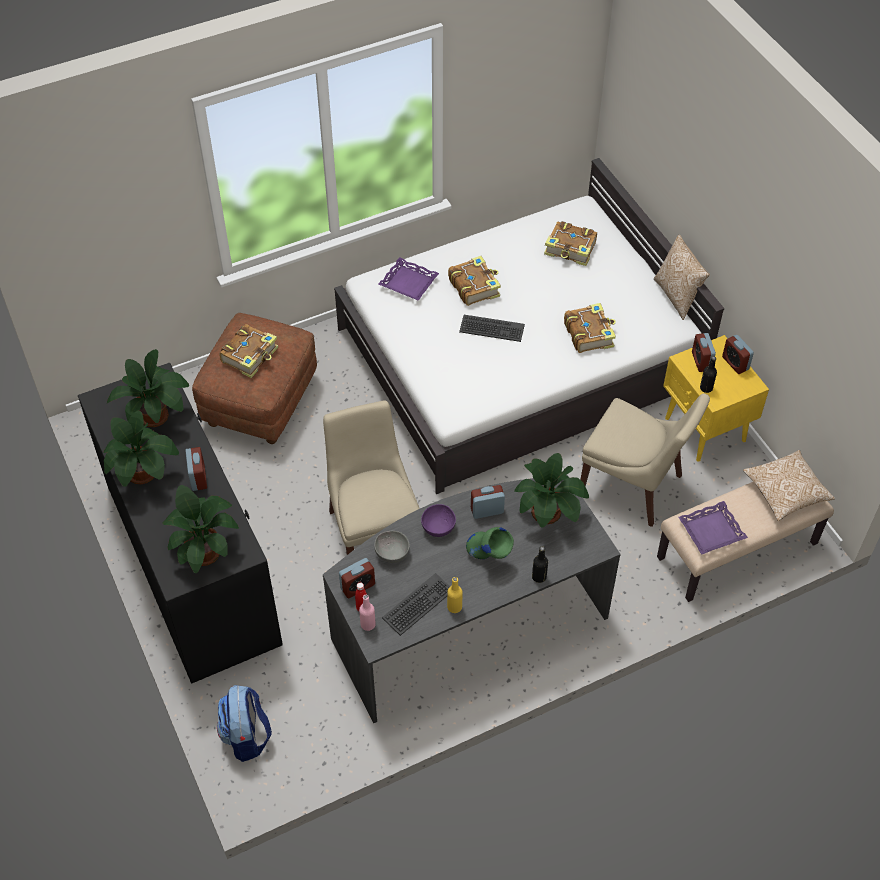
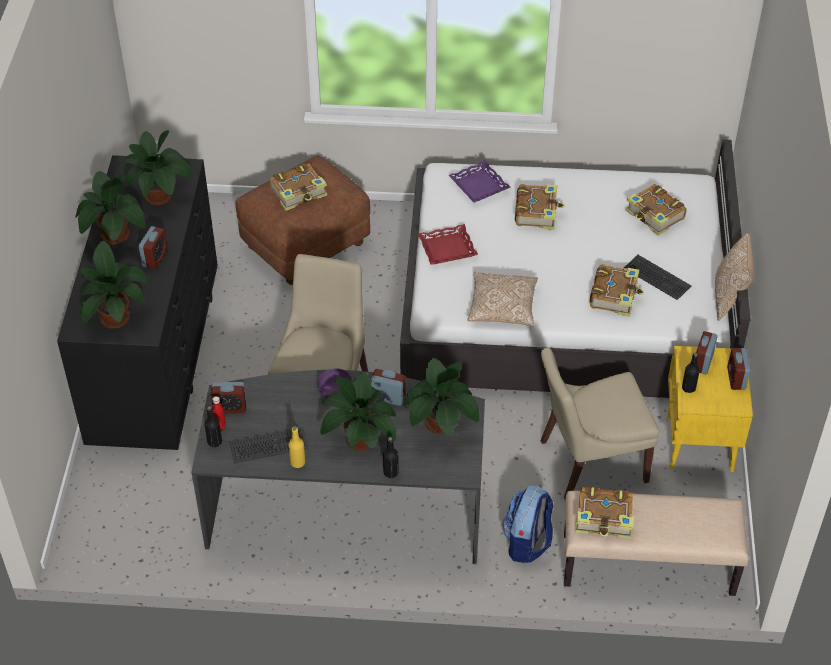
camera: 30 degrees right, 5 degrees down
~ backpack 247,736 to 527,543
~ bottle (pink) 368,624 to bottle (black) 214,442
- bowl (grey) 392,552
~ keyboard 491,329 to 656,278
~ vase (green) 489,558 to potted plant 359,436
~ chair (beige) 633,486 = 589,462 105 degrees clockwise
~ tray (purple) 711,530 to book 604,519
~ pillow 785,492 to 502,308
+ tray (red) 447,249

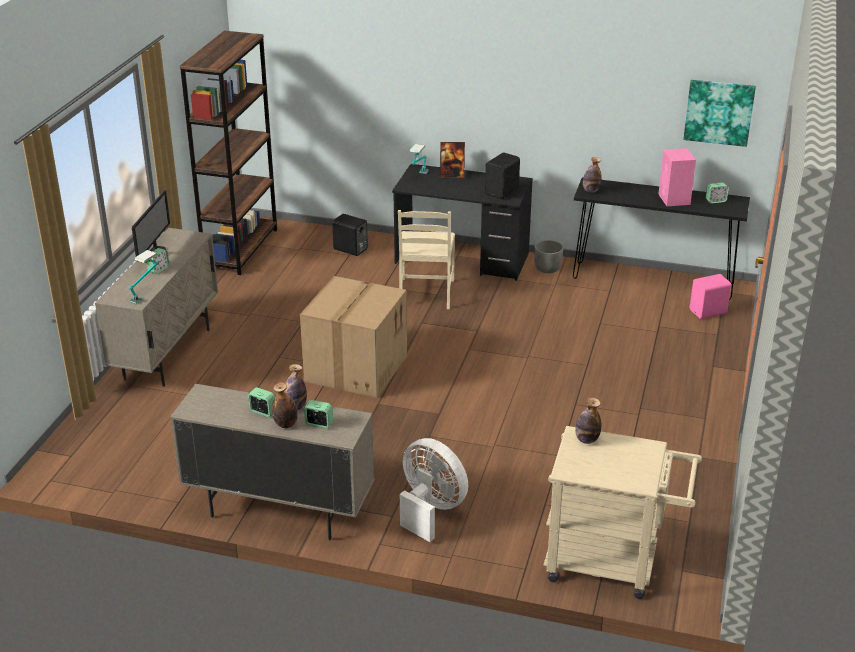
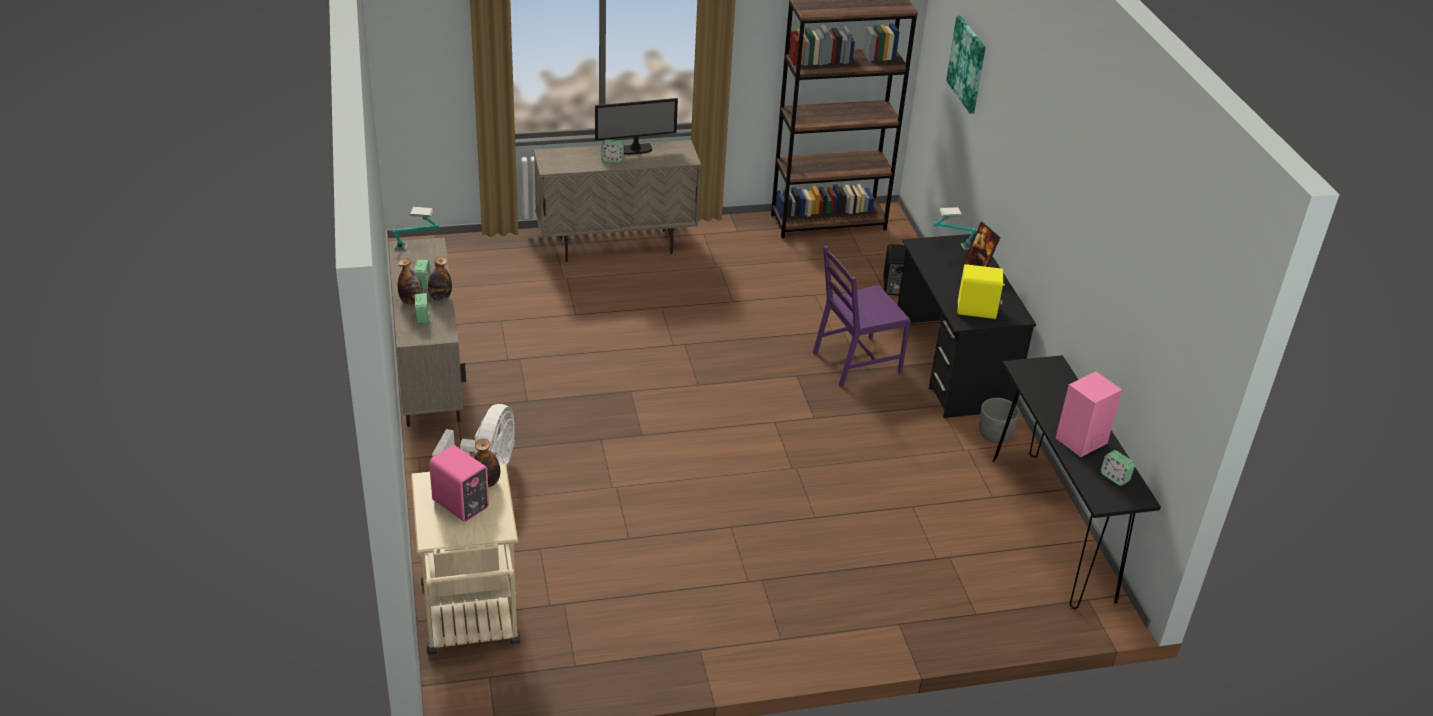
camera: 60 degrees right, 5 degrees up
~ table lamp 146,294 to 417,248
- cardboard box 355,367
~ chair (beige) 426,294 to chair (purple) 856,362
~ speaker (black) 503,192 to speaker (yellow) 977,311
- bottle 591,191
~ picture 719,112 to 968,64
~ speaker (pink) 709,312 to 460,505

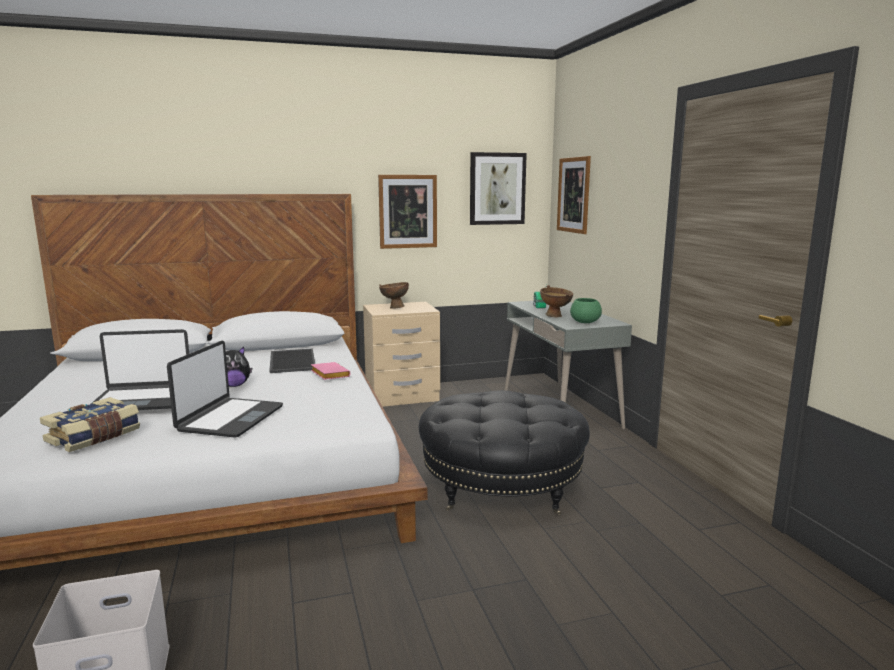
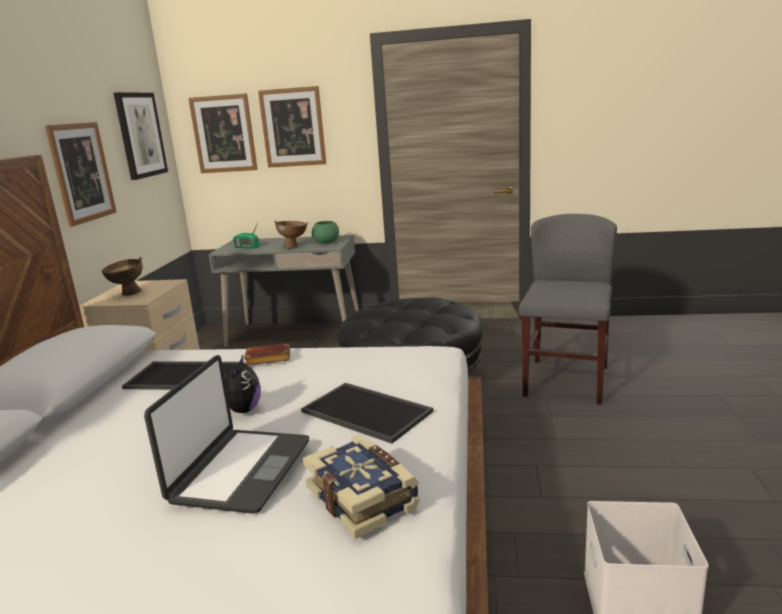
camera: 65 degrees left, 5 degrees up
~ laptop 230,419 to tray 364,412
~ book (pink) 328,374 to book (brown) 267,359
+ picture 293,127
+ chair (grey) 566,381

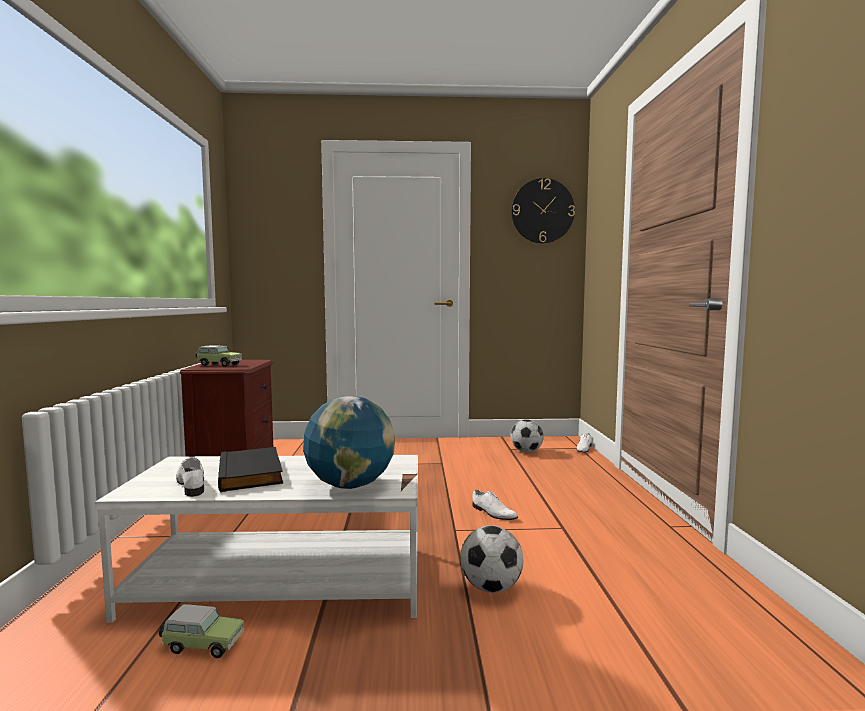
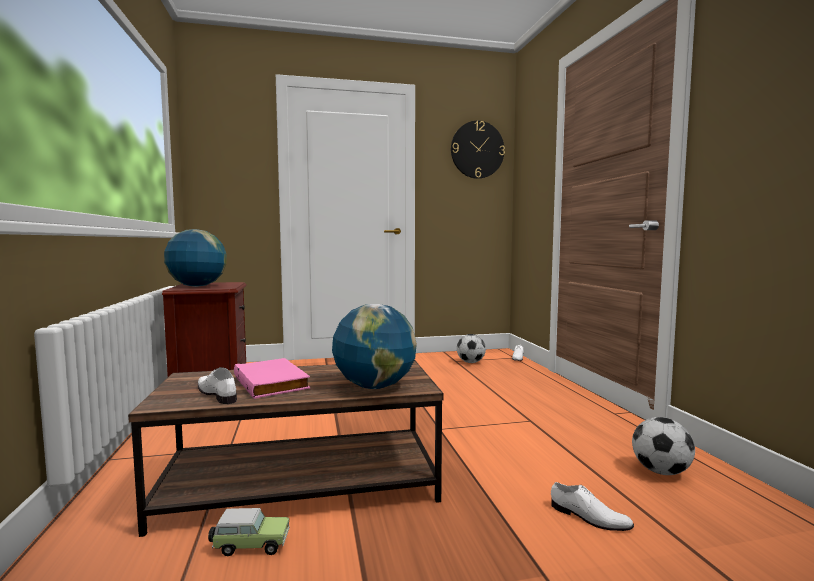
camera: 10 degrees left, 0 degrees up
~ coffee table (white) 283,580 to coffee table (brown) 302,483
~ toy car 218,365 to globe 197,286
~ book (black) 252,473 to book (pink) 273,382
~ football 491,587 to 661,471
~ shoe (white) 493,513 to 589,517

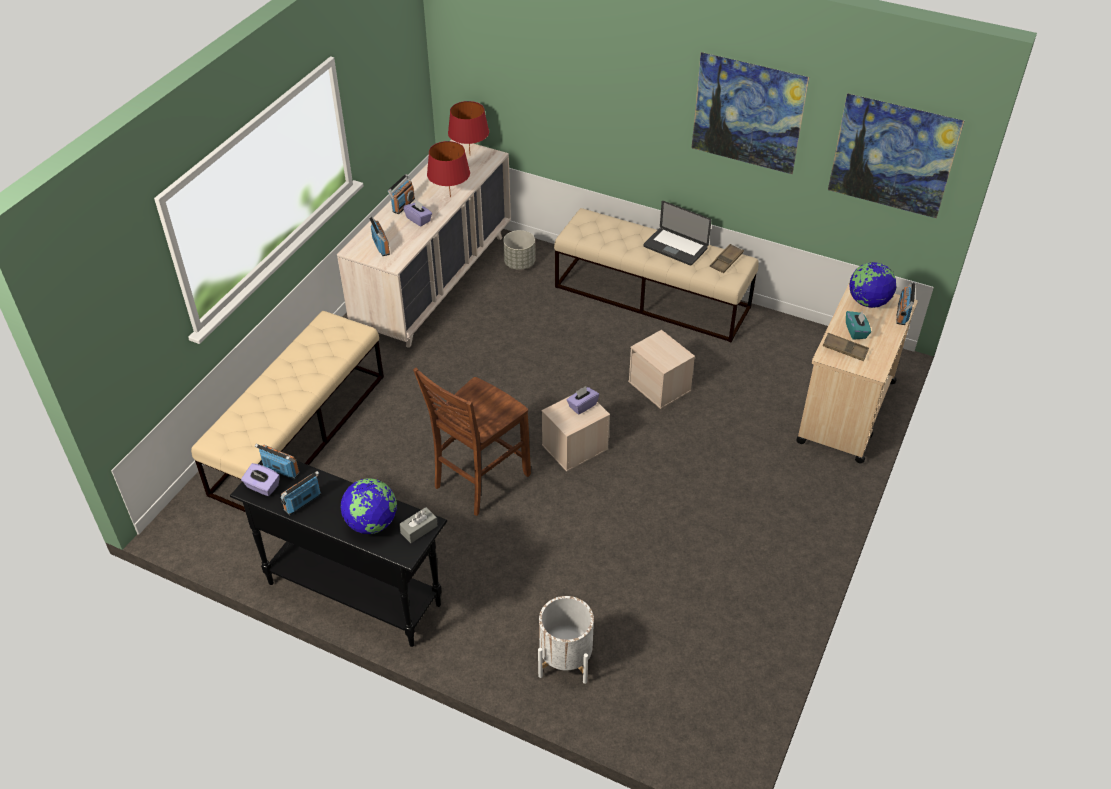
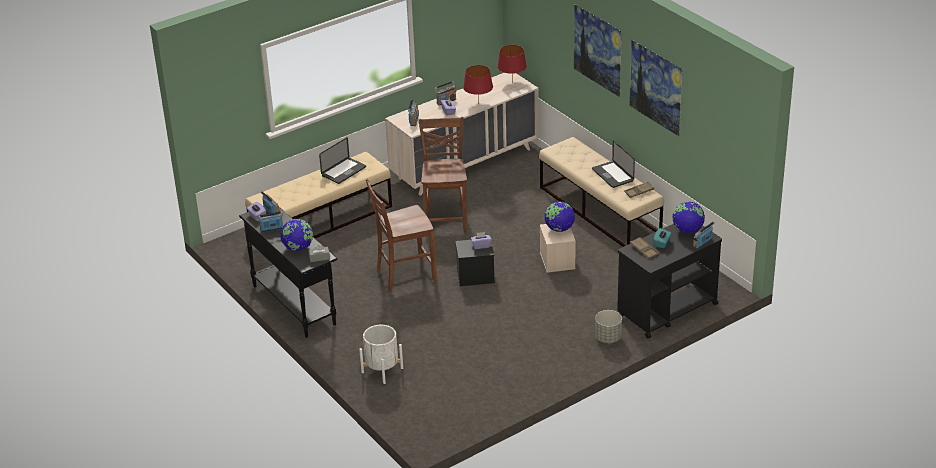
camera: 30 degrees right, 10 degrees down
~ planter (grey) 519,263 to 608,338
~ storage box (beige) 574,448 to storage box (black) 475,276
~ cart (beige) 845,412 to cart (black) 666,310
~ picture 886,180 to 596,66
+ laptop 344,171
+ chair (brown) 446,219
+ globe 559,229

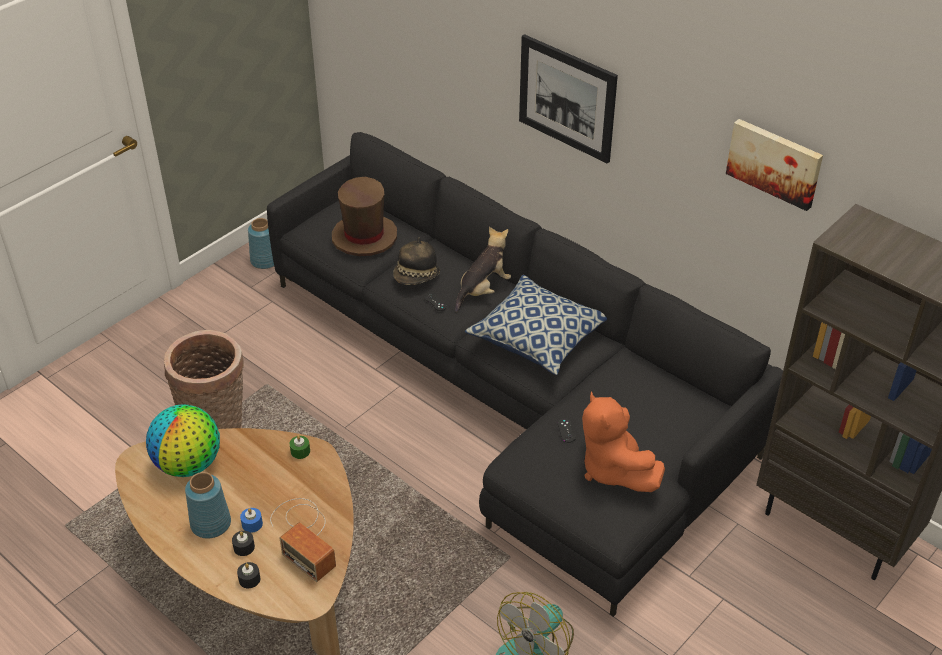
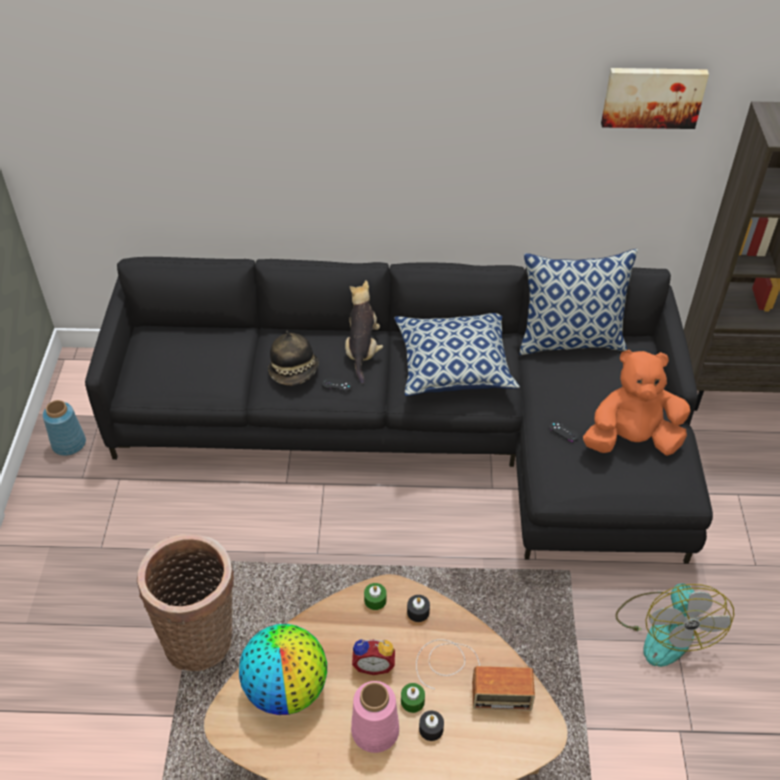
camera: 40 degrees left, 5 degrees up
~ vase (blue) 210,524 to vase (pink) 375,731
~ candle (black) 249,579 to 418,612
~ candle (blue) 252,524 to candle (green) 412,701
- hat (brown) 364,237
- picture 567,98
~ plush toy (orange) 613,469 = 631,440 150 degrees clockwise
+ alarm clock 374,664
+ pillow 570,340

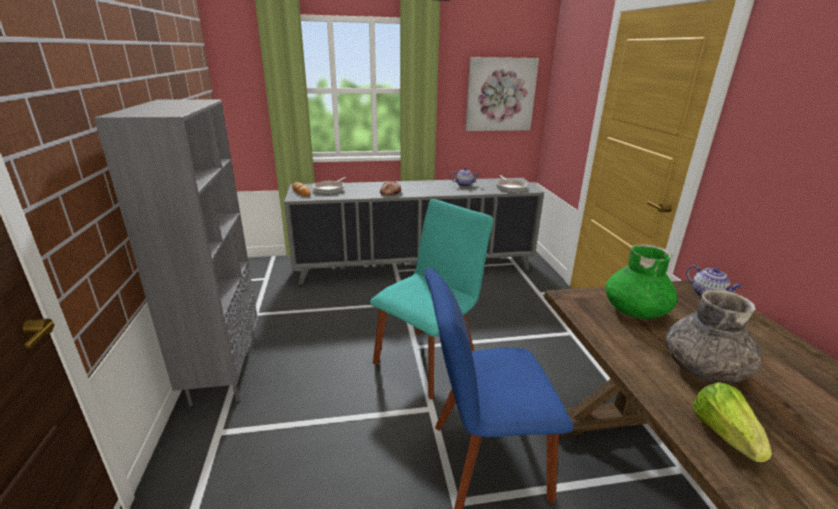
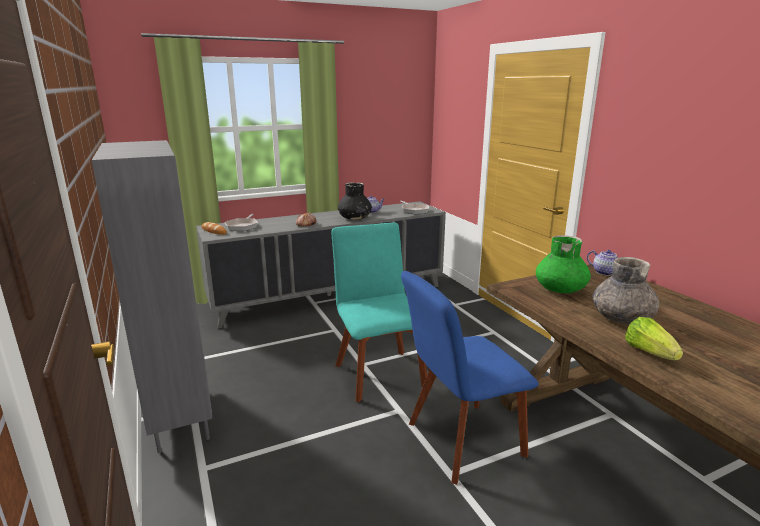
camera: 15 degrees left, 5 degrees down
~ chair (turquoise) 428,359 = 379,372 45 degrees counterclockwise
- picture 500,94
+ vase (black) 354,218

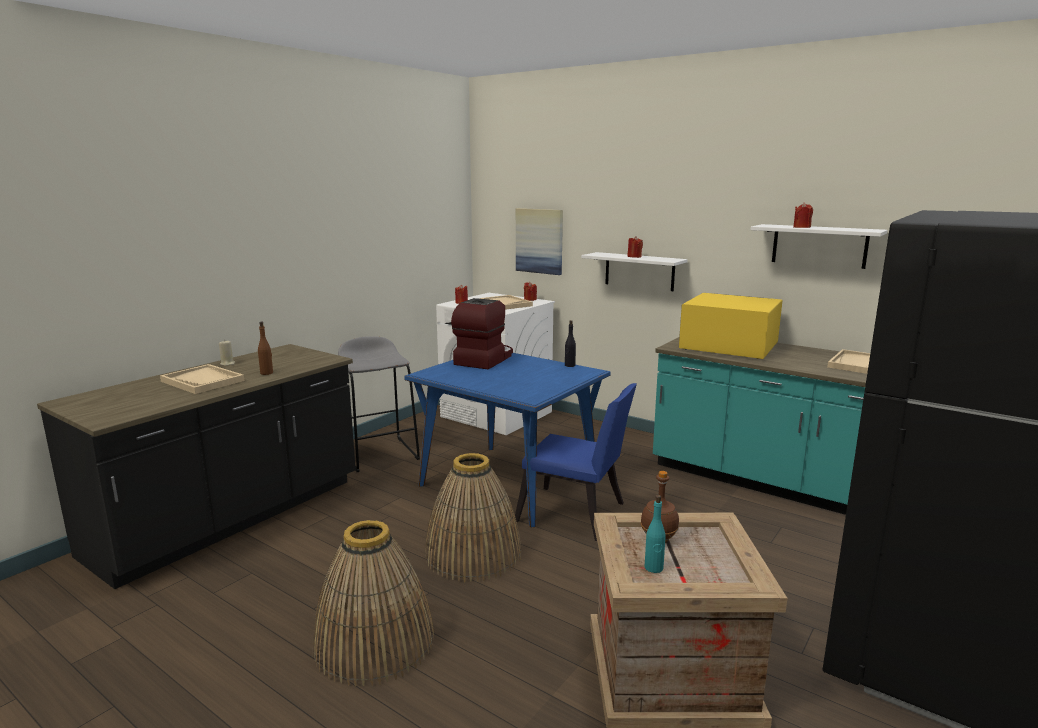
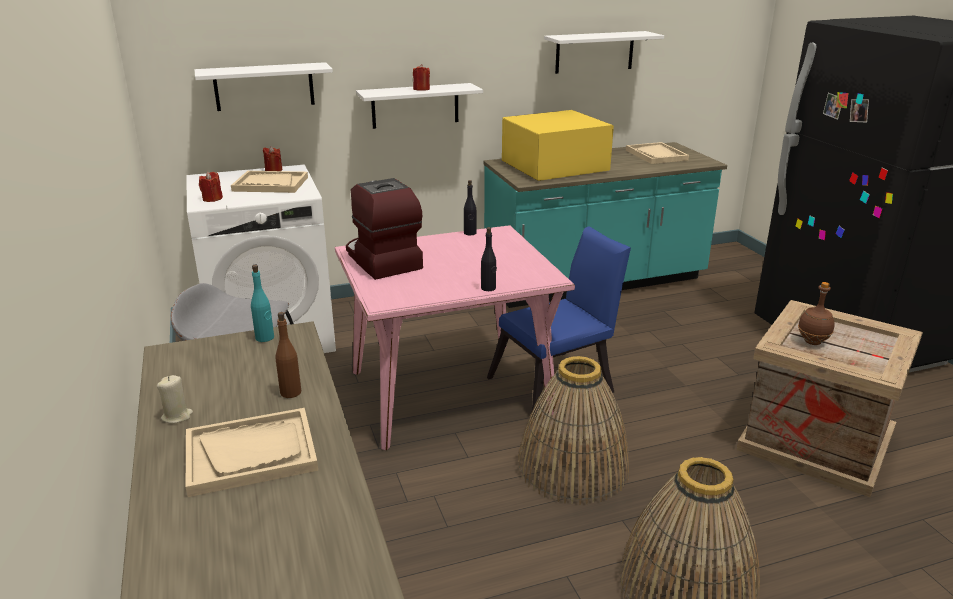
camera: 55 degrees left, 10 degrees up
~ dining table (blue) 508,482 to dining table (pink) 449,392
~ picture 539,241 to shelf (white) 264,86
~ bottle (turquoise) 653,568 to 265,338
- candle (red) 801,227
+ bottle (black) 488,288

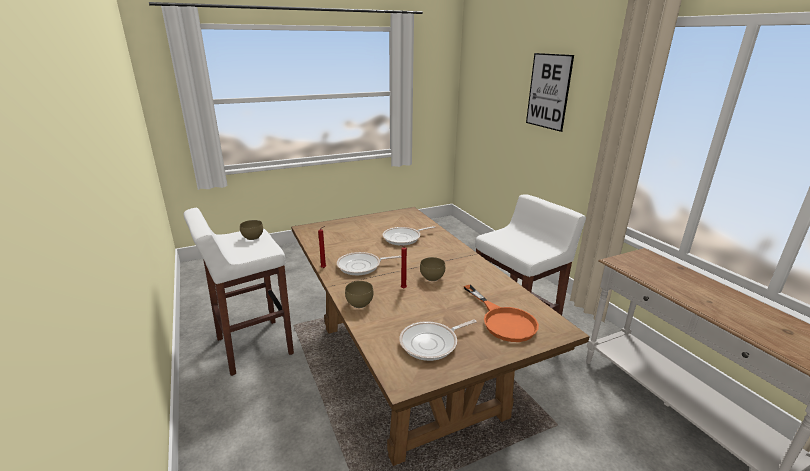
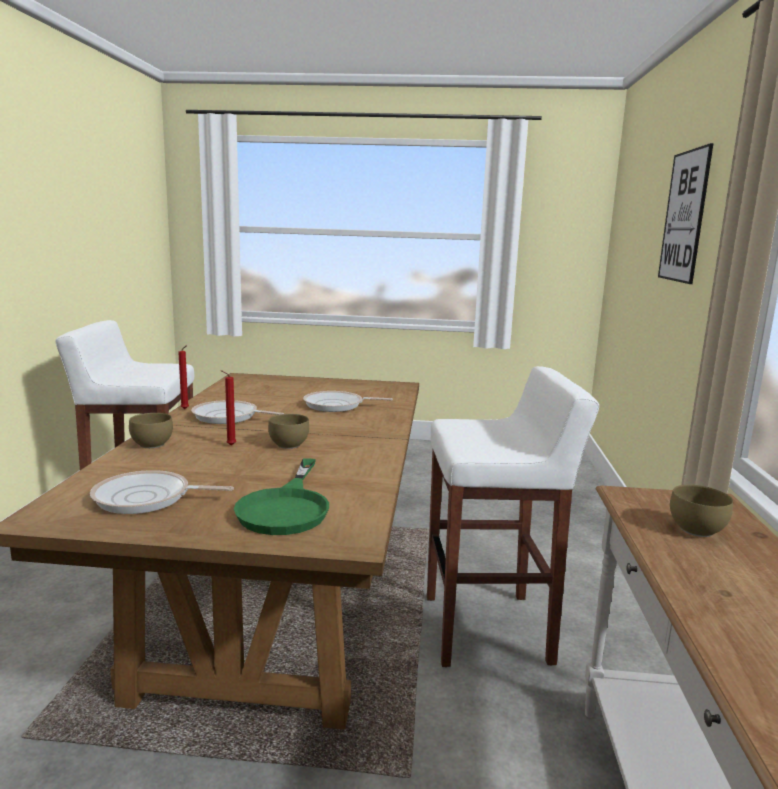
camera: 30 degrees right, 10 degrees down
~ bowl (brown) 253,237 to 697,529
~ frying pan (orange) 503,320 to frying pan (green) 287,507

